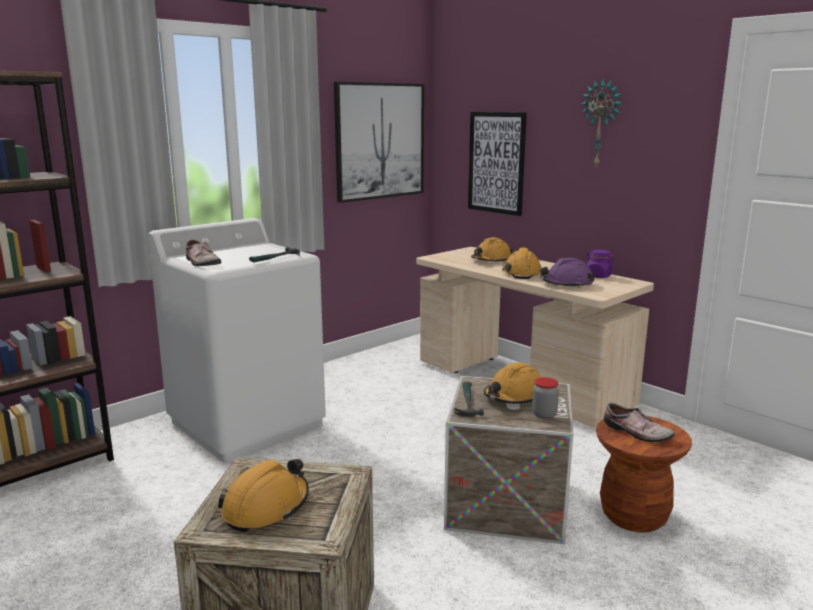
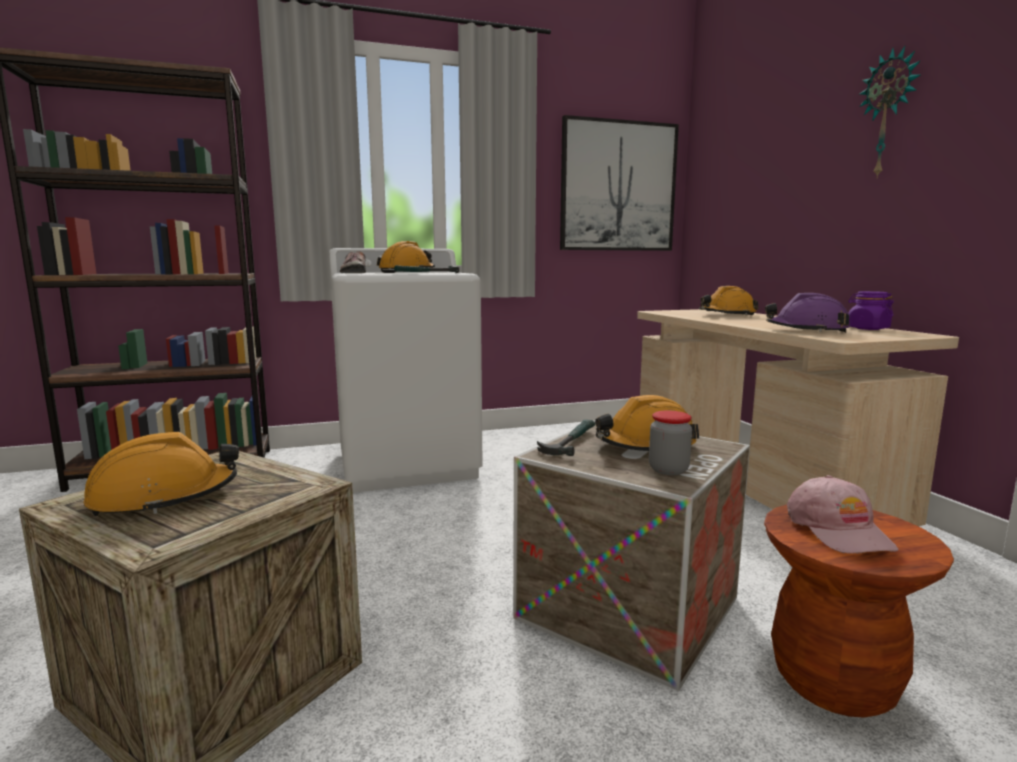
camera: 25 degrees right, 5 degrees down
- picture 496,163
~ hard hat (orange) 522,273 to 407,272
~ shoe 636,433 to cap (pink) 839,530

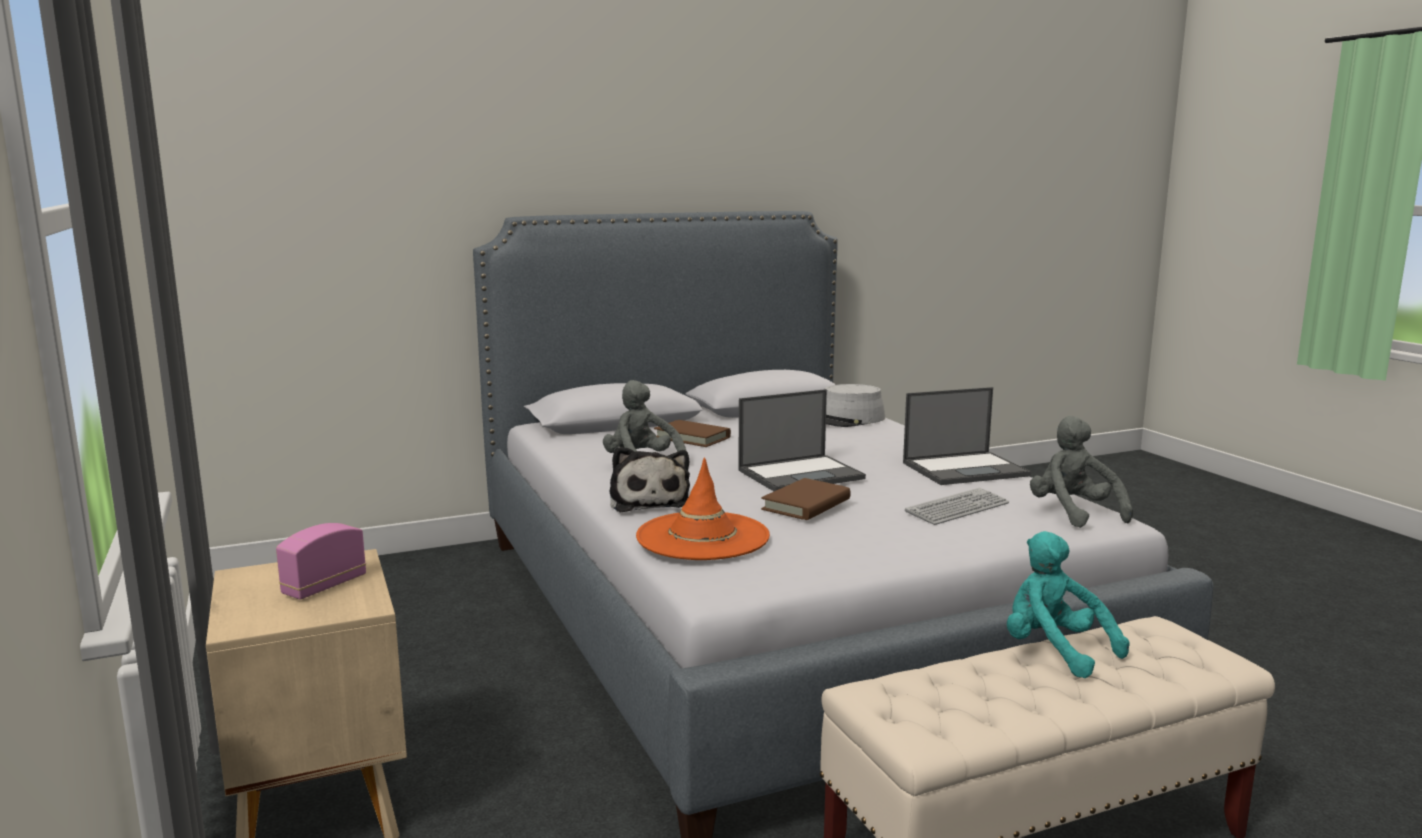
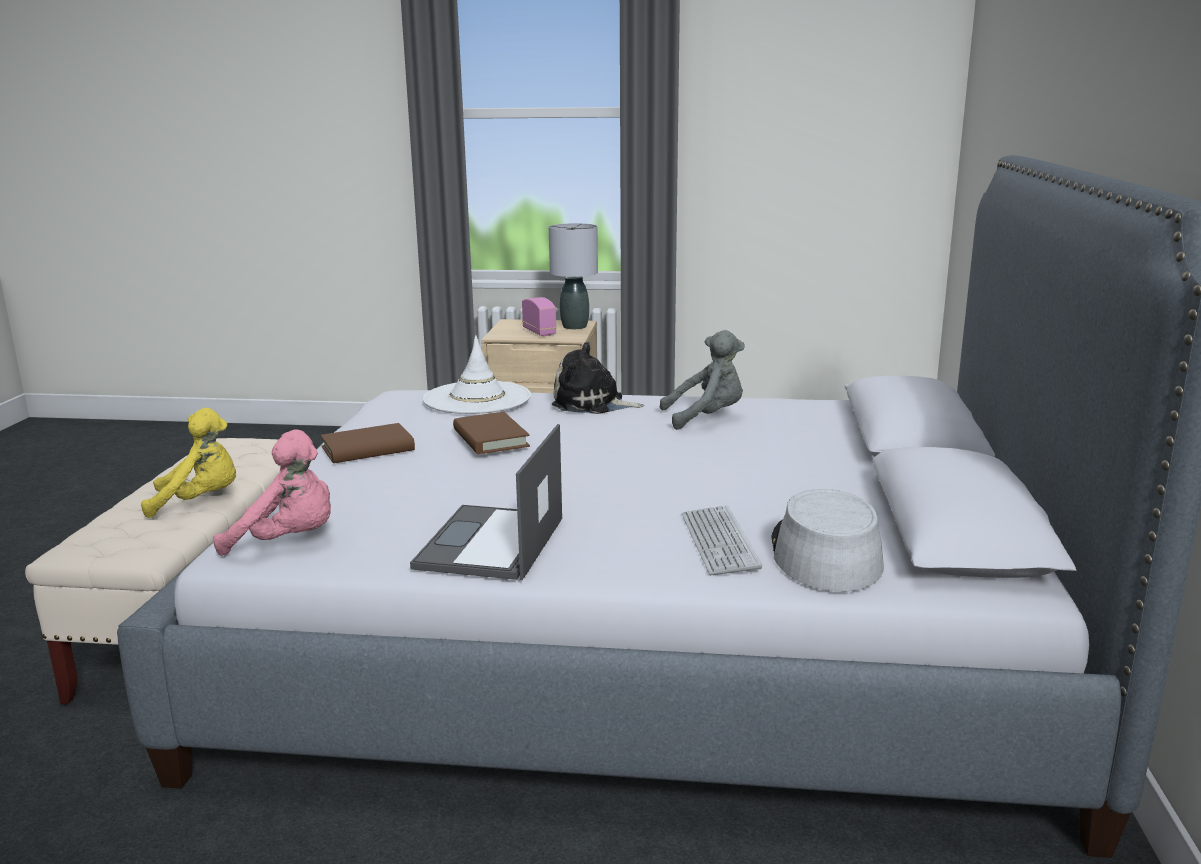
camera: 120 degrees right, 5 degrees up
~ hat (orange) 702,537 to hat (white) 477,398
~ book (brown) 692,437 to 368,449
- laptop 801,474
~ keyboard 957,508 to 719,542
~ plush toy (turquoise) 1054,651 to plush toy (yellow) 200,502
~ plush toy (grey) 1073,513 to plush toy (pink) 288,542
+ table lamp (grey) 574,326

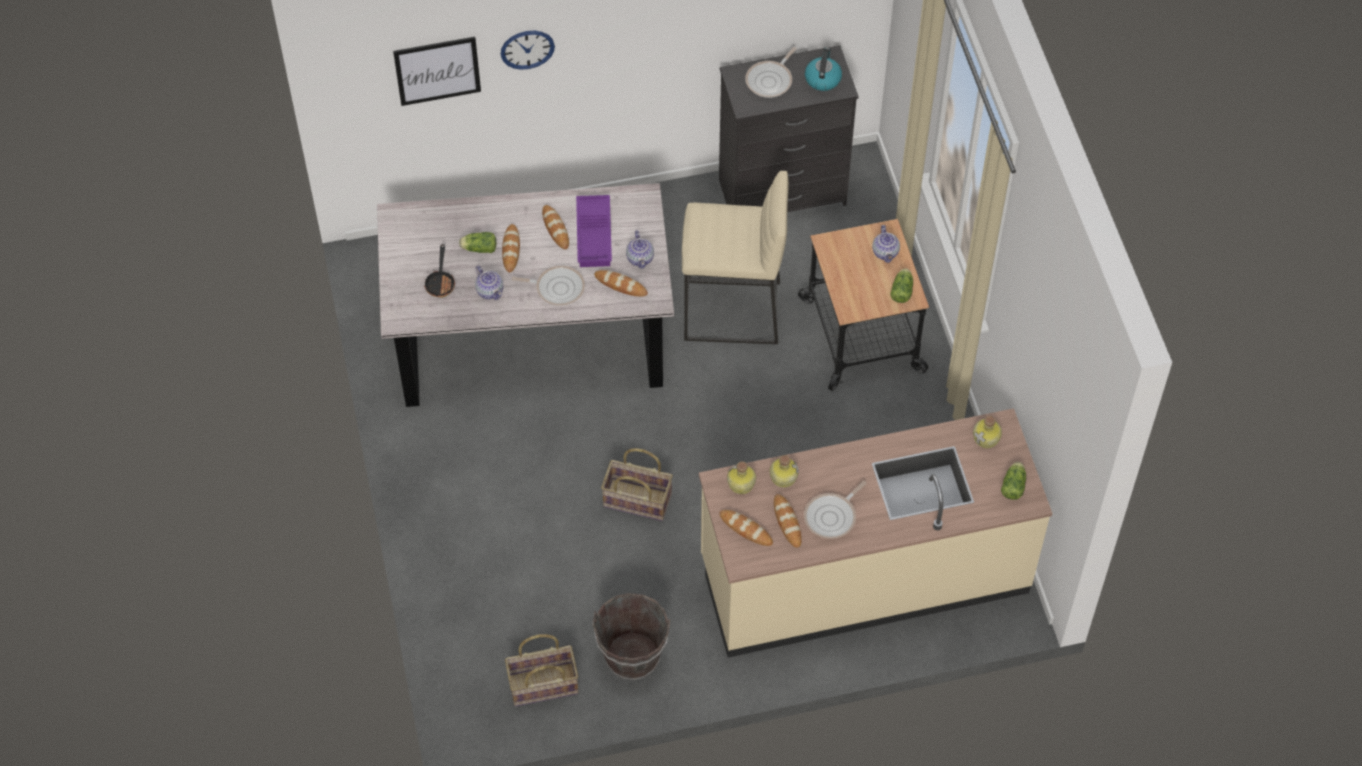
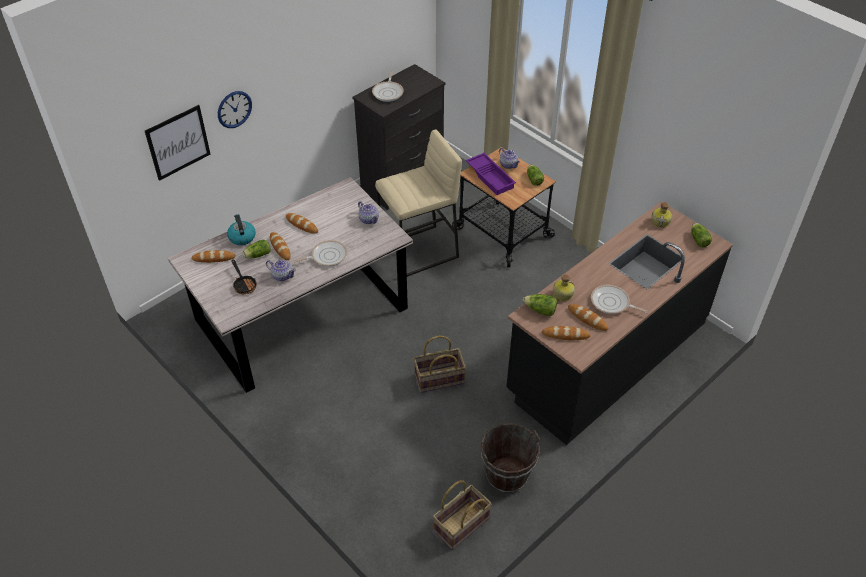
camera: 30 degrees left, 10 degrees down
~ tray (purple) 595,235 to 491,177
~ bread 620,285 to 213,258
~ counter (beige) 863,574 to counter (black) 607,357
~ bottle 741,484 to lettuce 540,310
~ frying pan 832,516 = 612,303 105 degrees clockwise
~ kettle 822,78 to 242,237

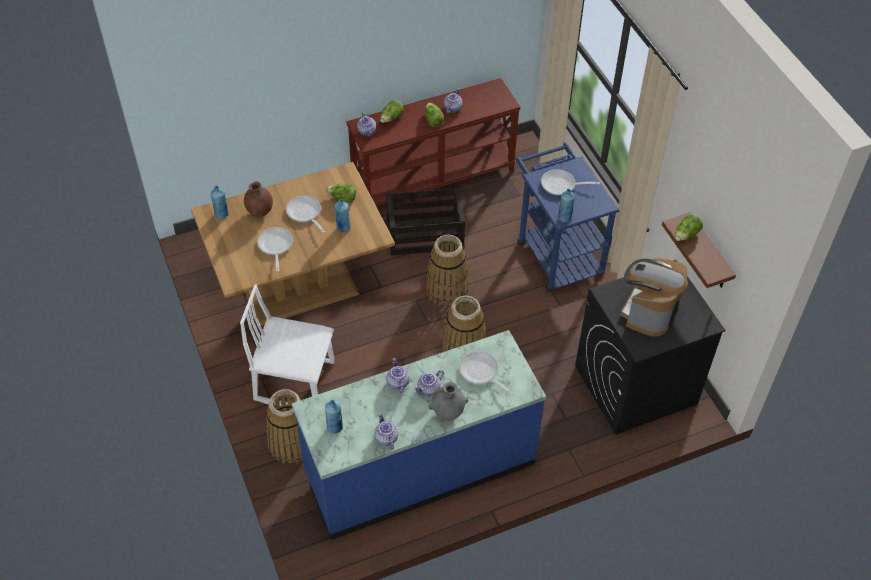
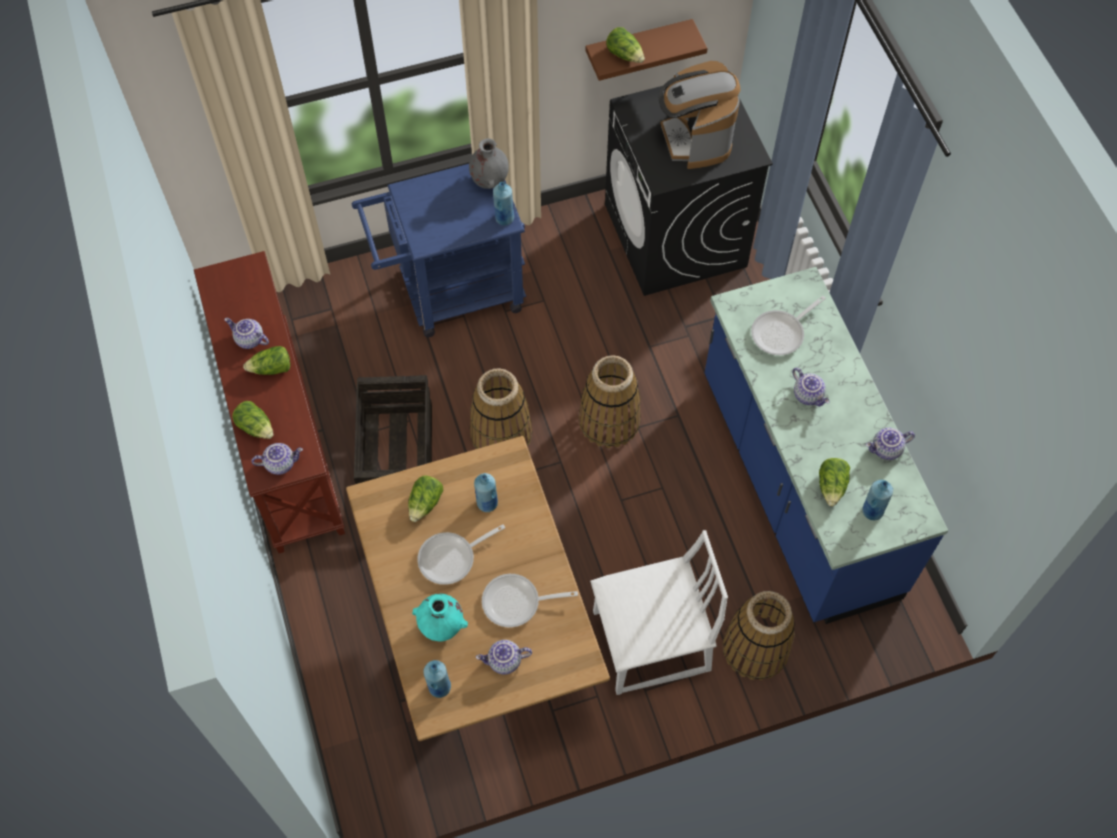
camera: 85 degrees left, 10 degrees up
~ chair (white) 295,380 = 651,642 120 degrees counterclockwise
~ vase (brown) 260,212 to vase (turquoise) 442,626
~ teapot 397,382 to 504,662
~ vase (grey) 448,413 to 489,181
- frying pan 561,185
~ coffee machine 648,312 = 695,139 45 degrees clockwise
+ lettuce 832,486

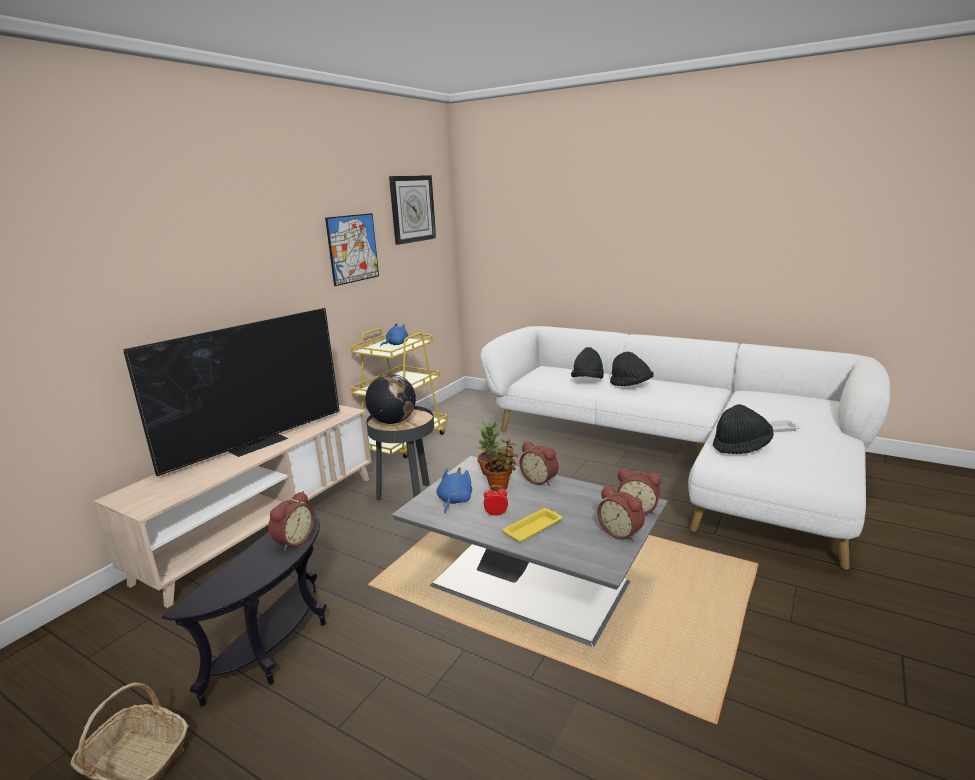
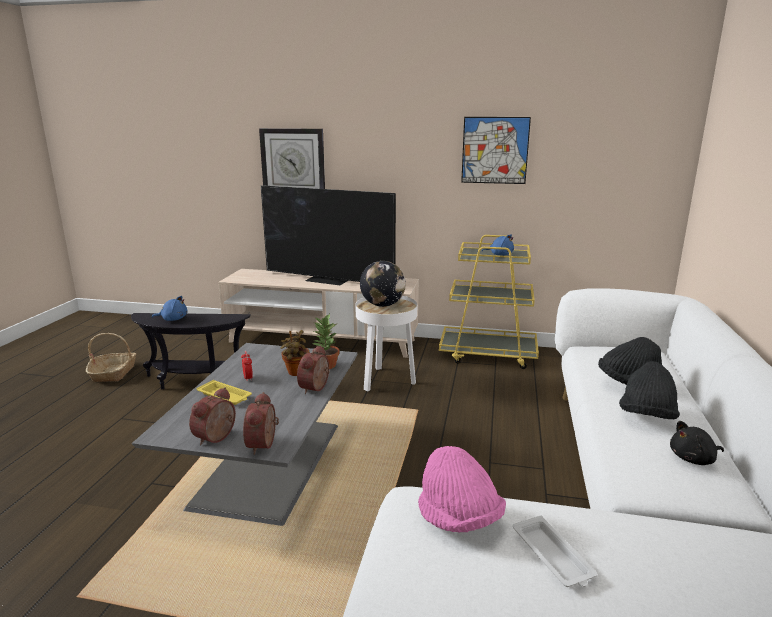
camera: 70 degrees right, 0 degrees up
- alarm clock 293,540
~ side table (black) 407,497 to side table (white) 386,380
~ wall clock 412,209 to 293,162
~ plush toy (blue) 454,501 to 173,319
~ hat (black) 741,447 to hat (pink) 458,518
+ plush toy (black) 693,459

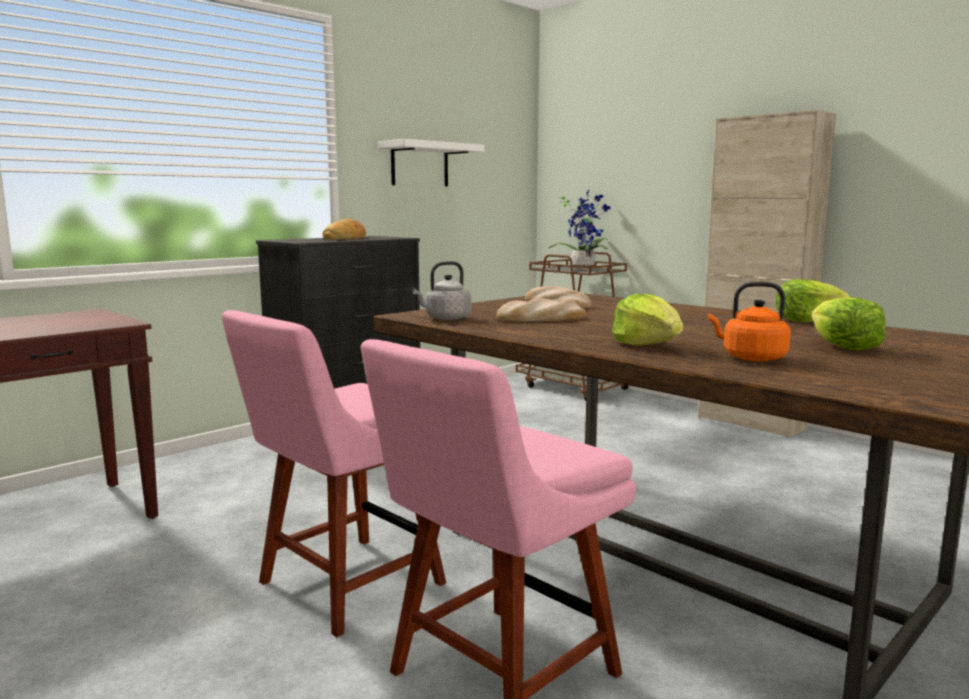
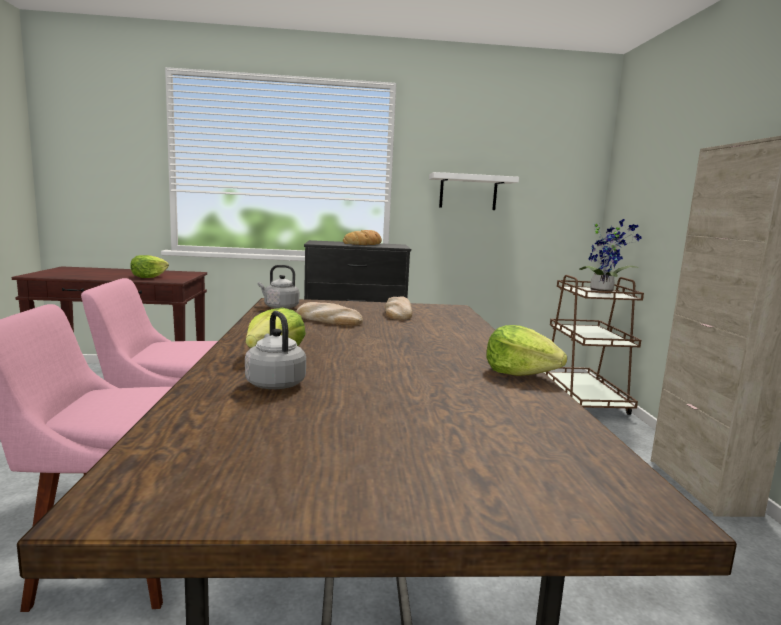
camera: 40 degrees right, 0 degrees up
~ kettle (orange) 750,358 to kettle (grey) 274,383
~ lettuce 842,346 to 149,277

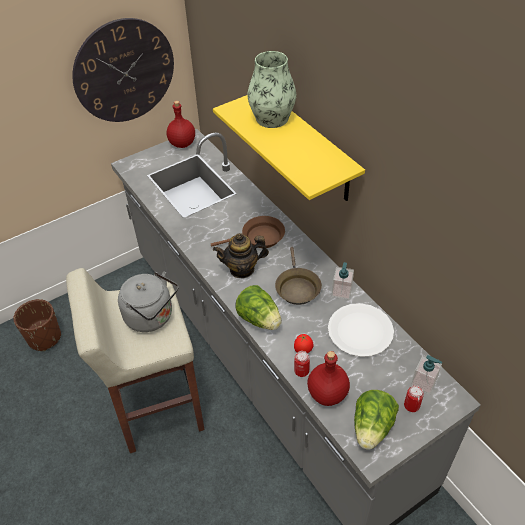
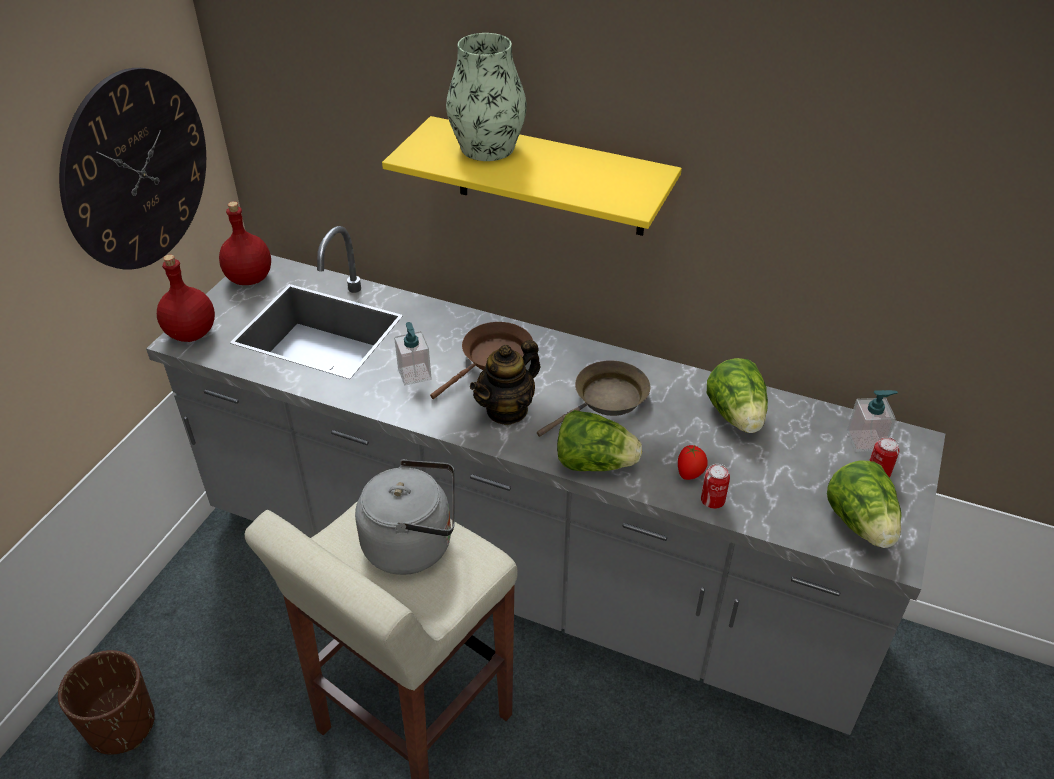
camera: 35 degrees left, 5 degrees down
~ frying pan (brown) 297,287 = 606,400 90 degrees counterclockwise
~ bottle (red) 326,394 to 190,334
~ plate (white) 360,331 to lettuce 736,416
~ soap dispenser 341,292 to 414,374

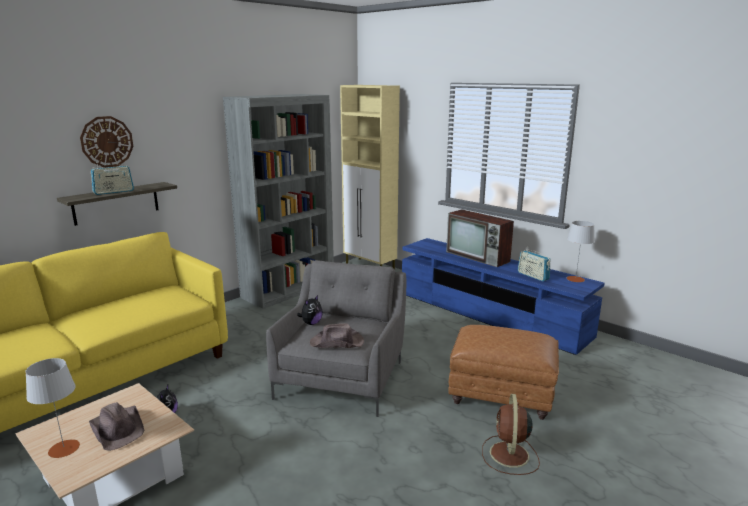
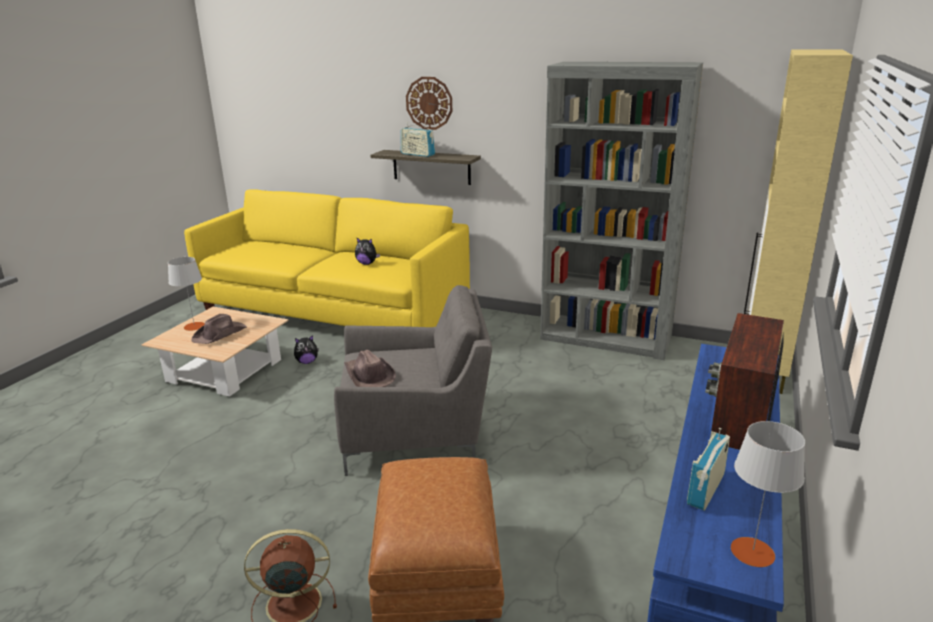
camera: 70 degrees right, 5 degrees up
~ plush toy 311,323 to 367,263

